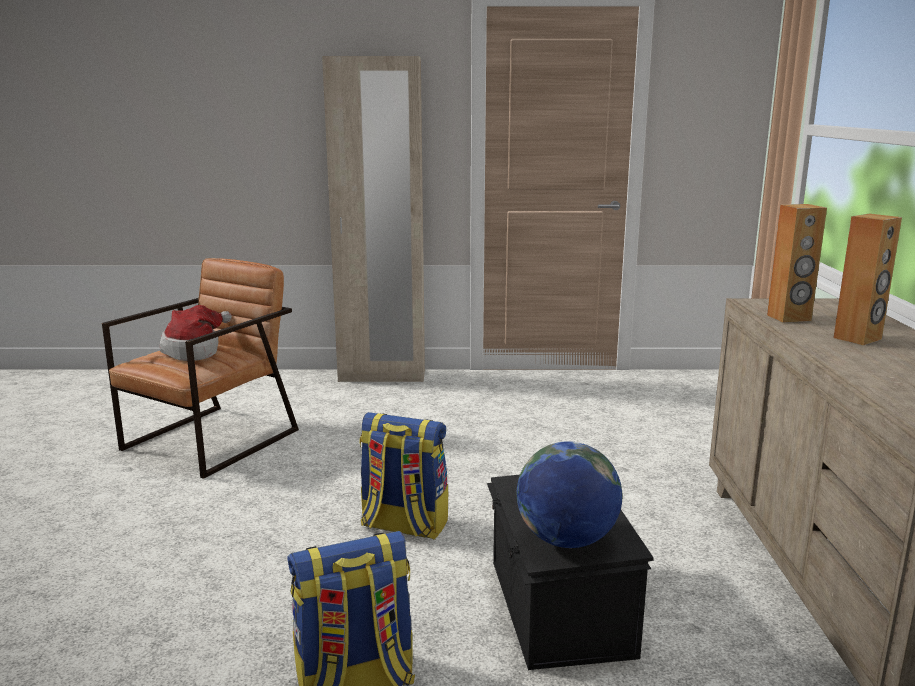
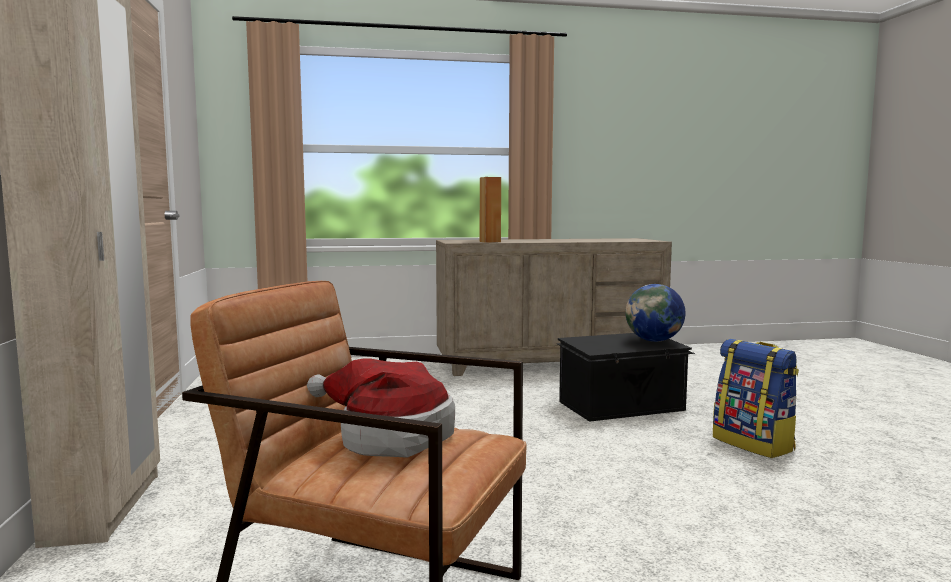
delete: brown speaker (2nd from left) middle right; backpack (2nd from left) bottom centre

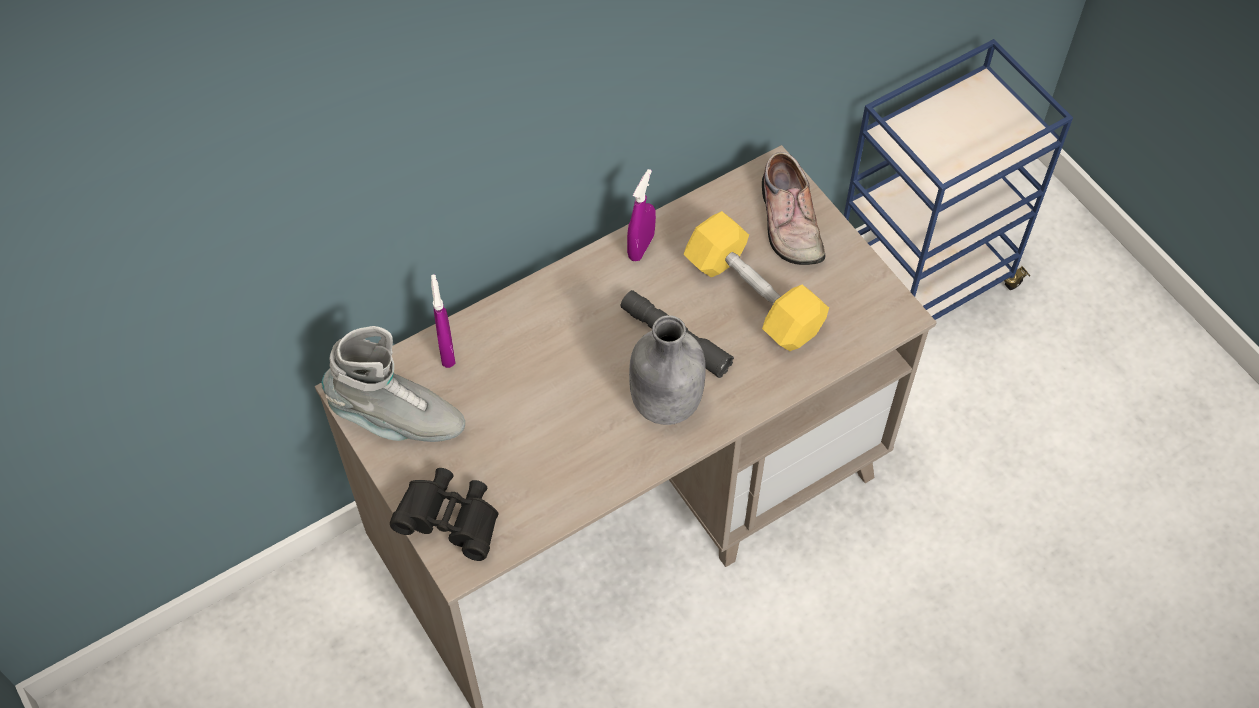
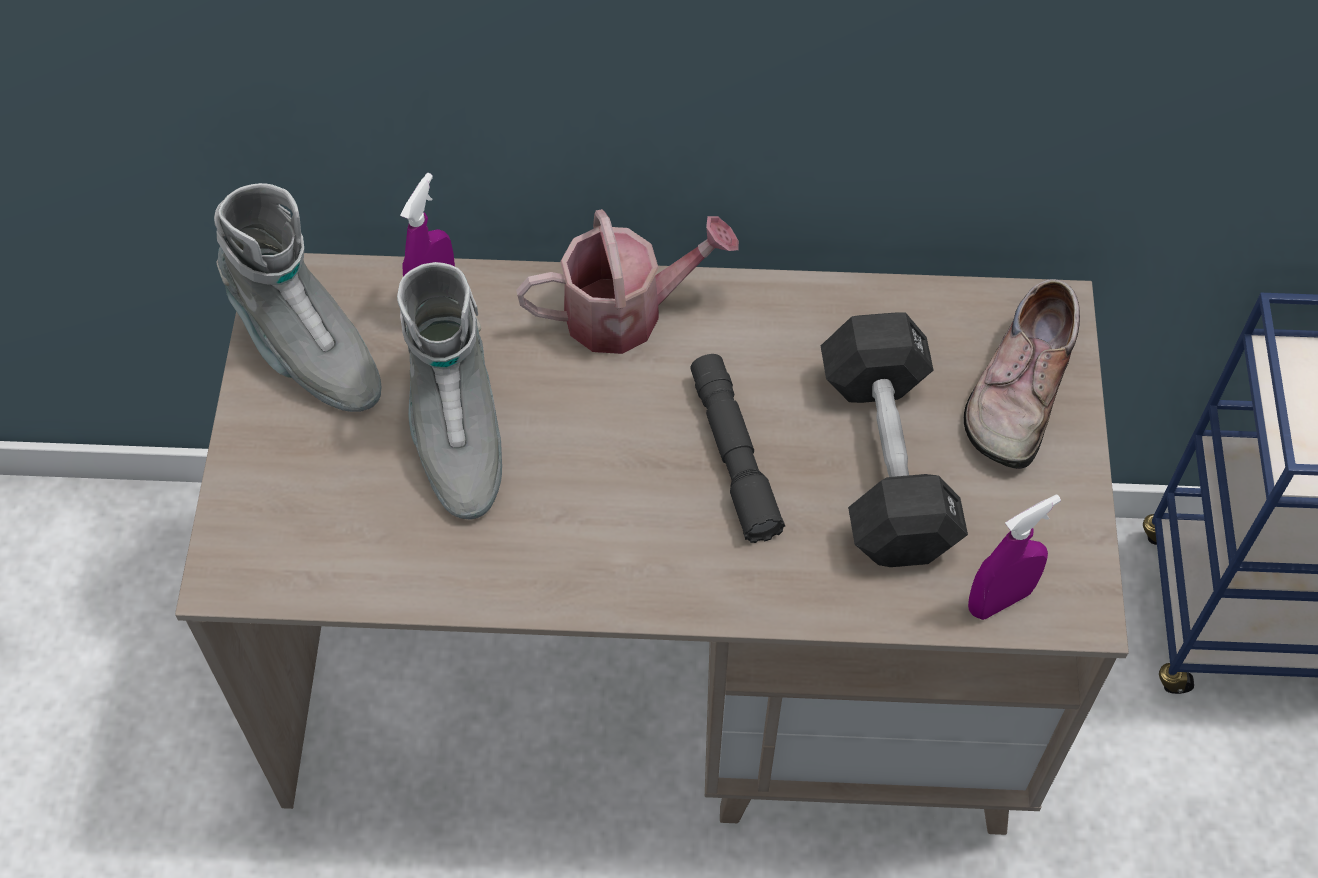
delete: grey bottle centre; black binoculars bottom centre
insert: watering can top centre; grey boot (2nd from left) centre
move: purple spray bottle (2nd from left) top centre to middle right
recolor: yellow dumbbell centre to black dumbbell middle right

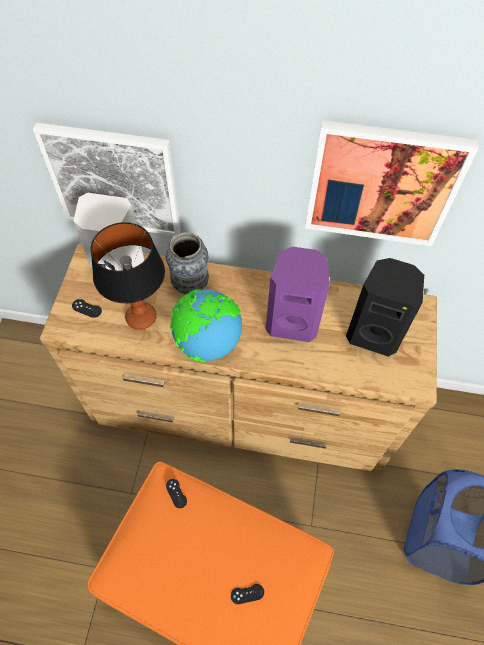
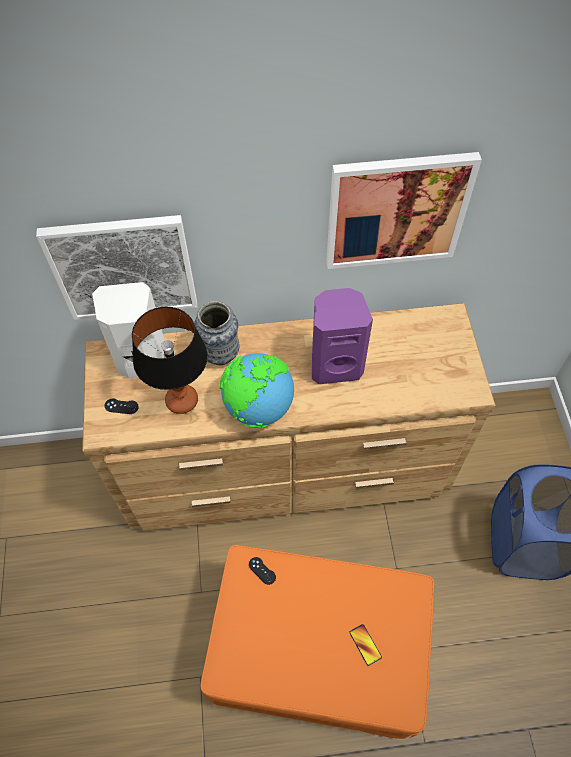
delete: black speaker middle right
replace: black game controller (3rd from left) bottom centre to phone bottom centre

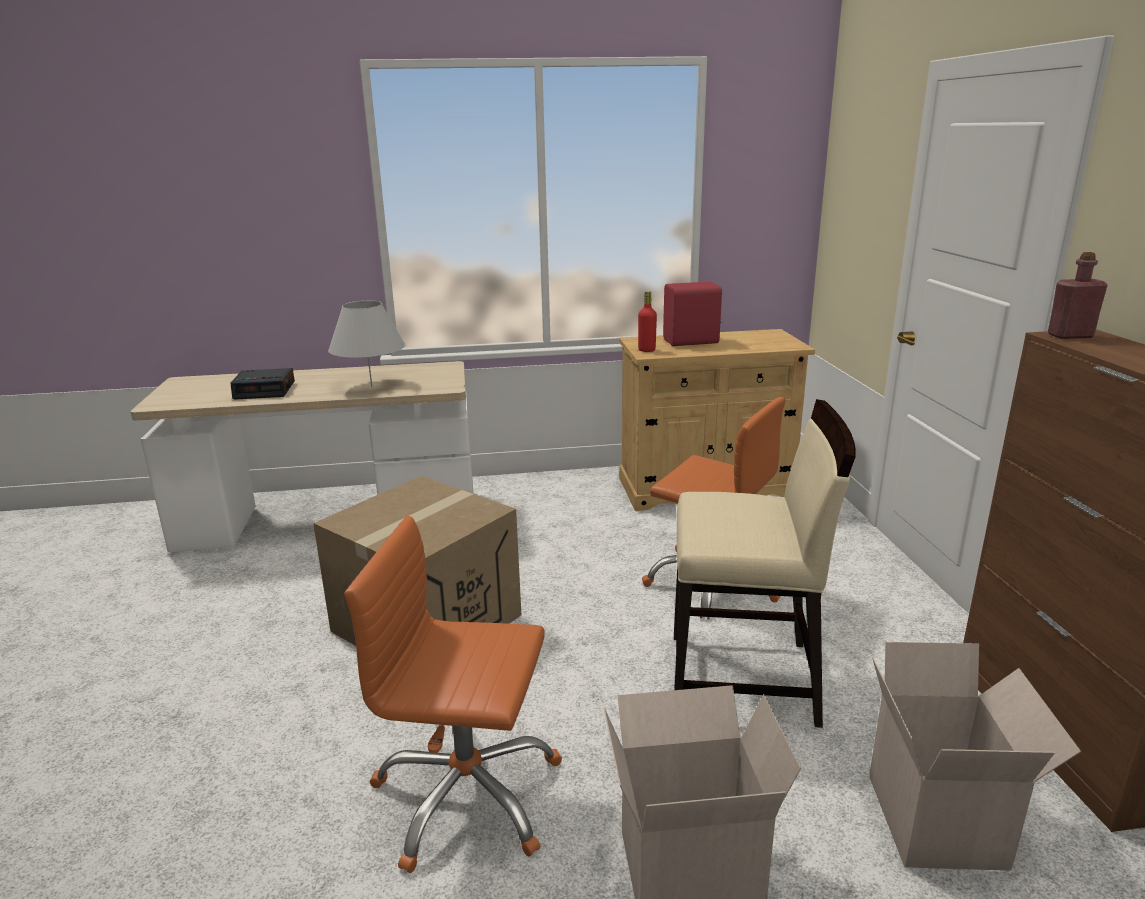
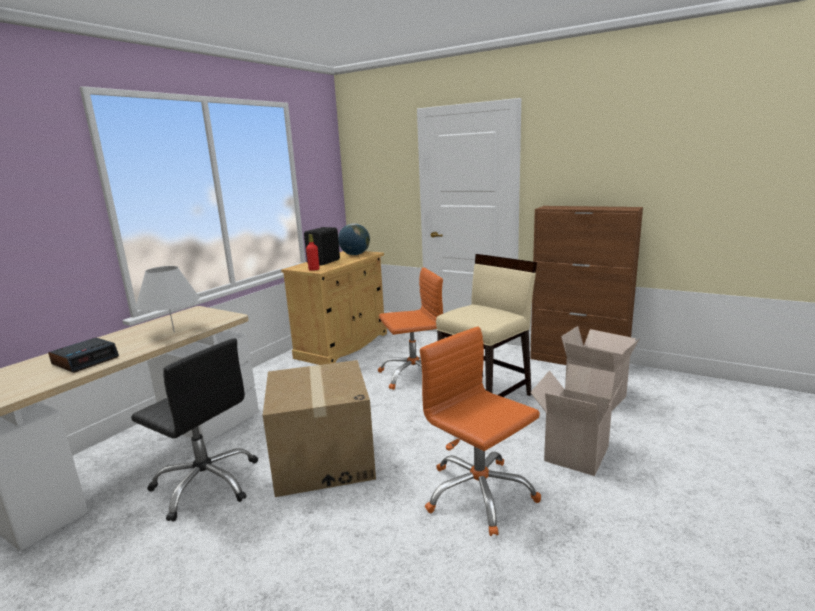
delete: red bottle (2nd from left) top right
insert: globe centre; black office chair bottom left
recolor: red speaker centre to black speaker centre
rotate: orange office chair (1st from left in the first image) bottom centre = bottom centre 90 degrees clockwise

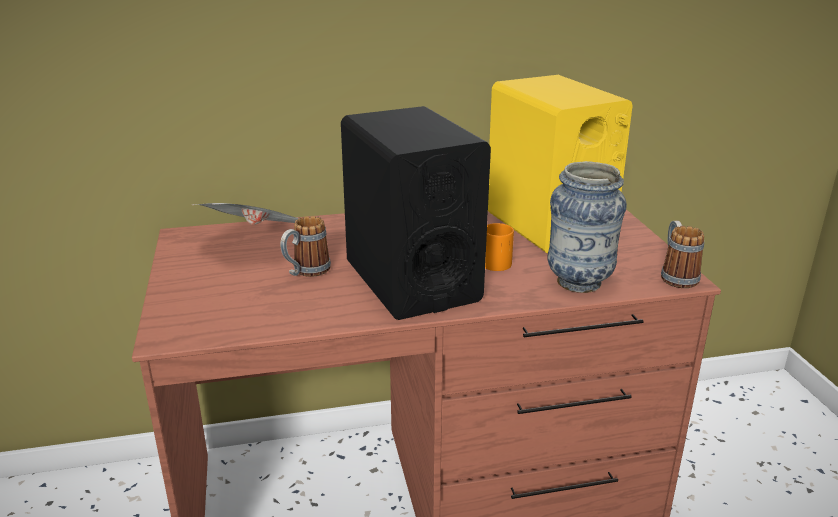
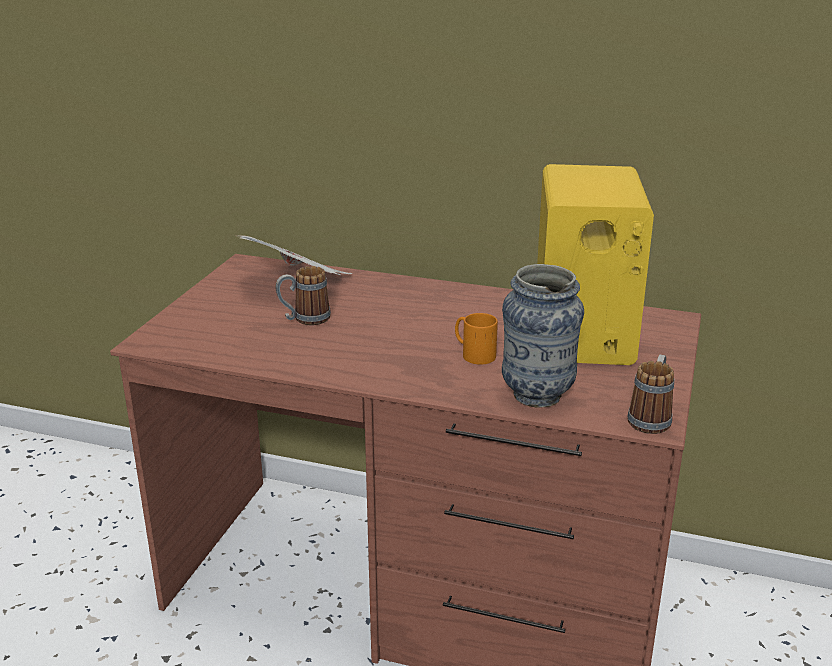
delete: black speaker centre

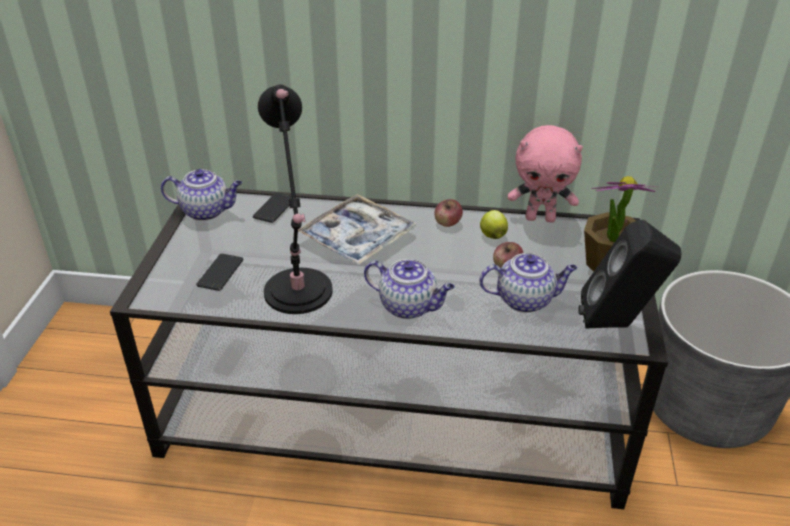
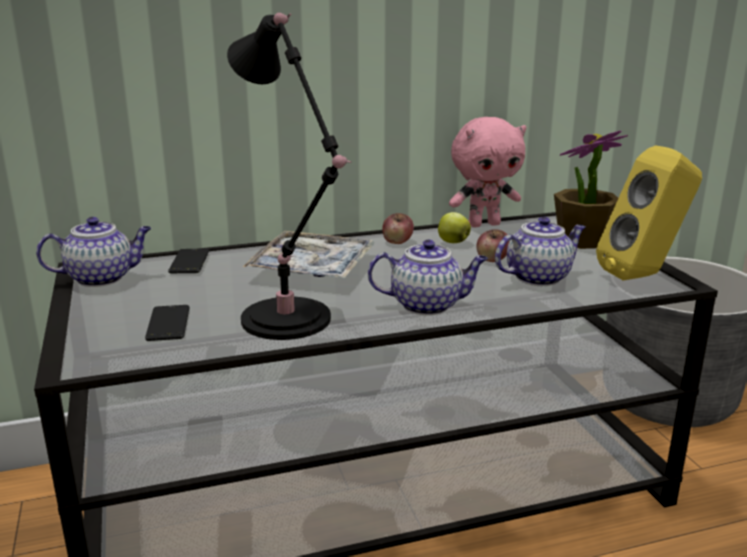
recolor: black speaker middle right to yellow speaker middle right

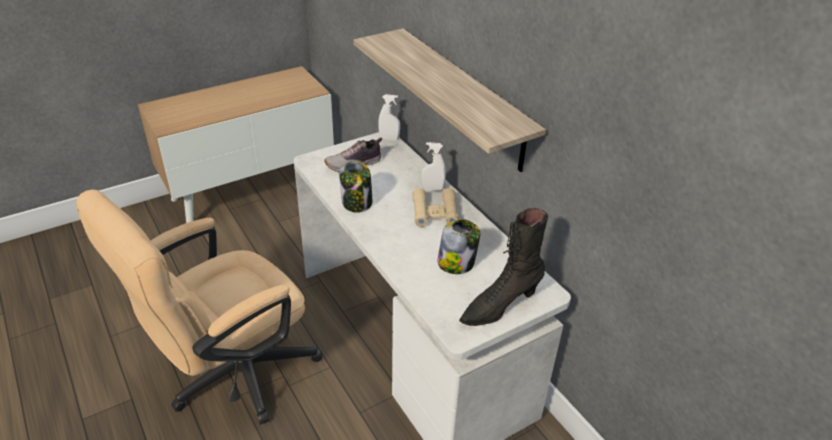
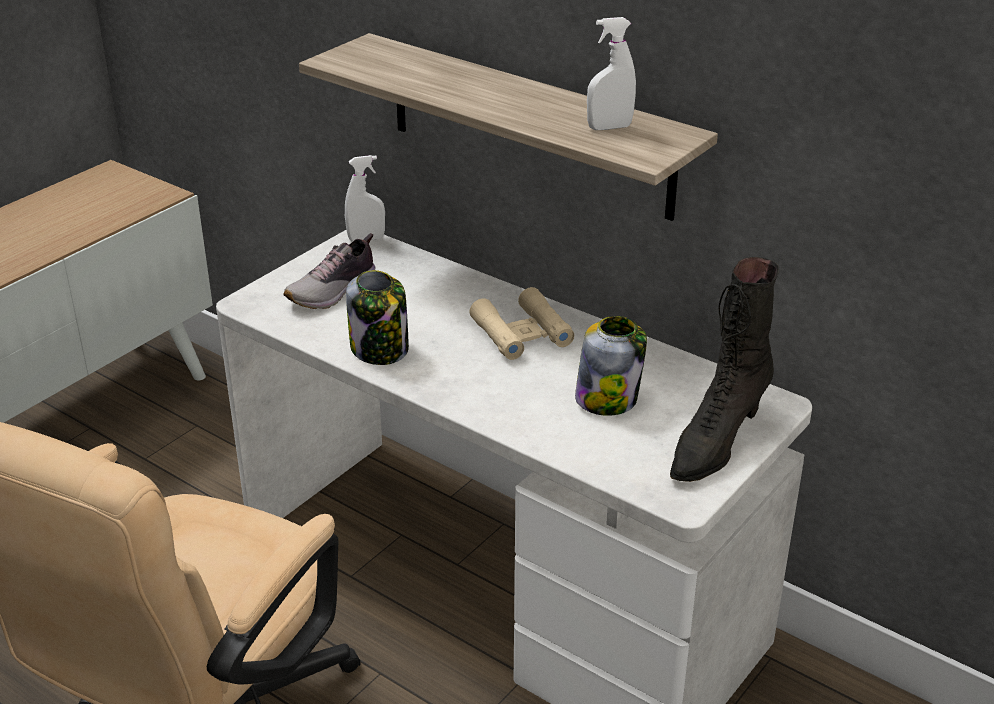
move: white spray bottle (2nd from left) centre to top centre

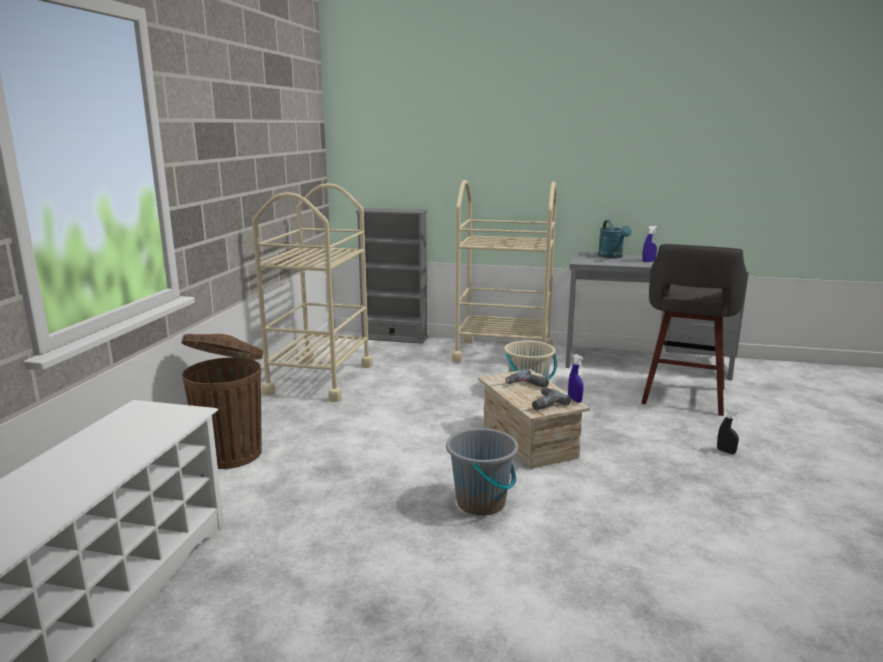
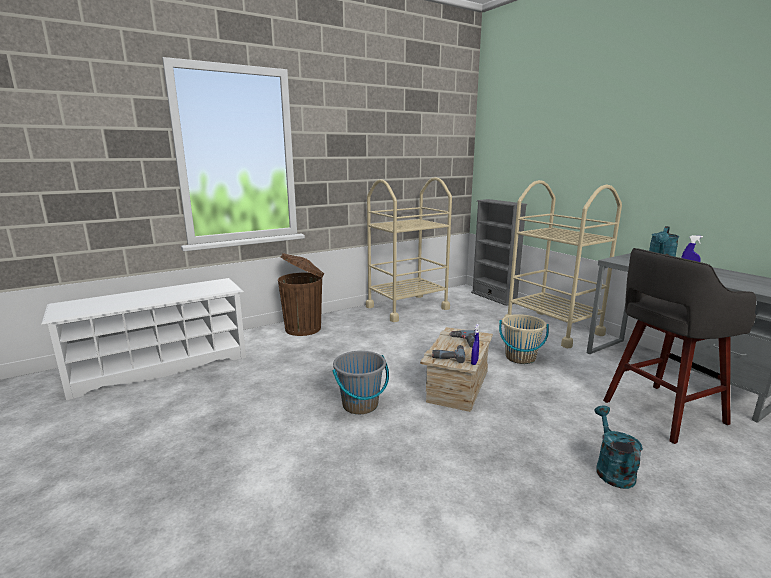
replace: black spray bottle middle right to turquoise watering can (1st from left) bottom right

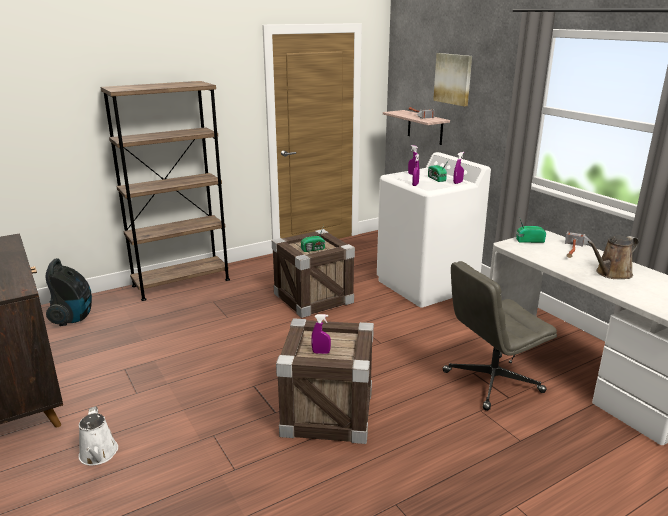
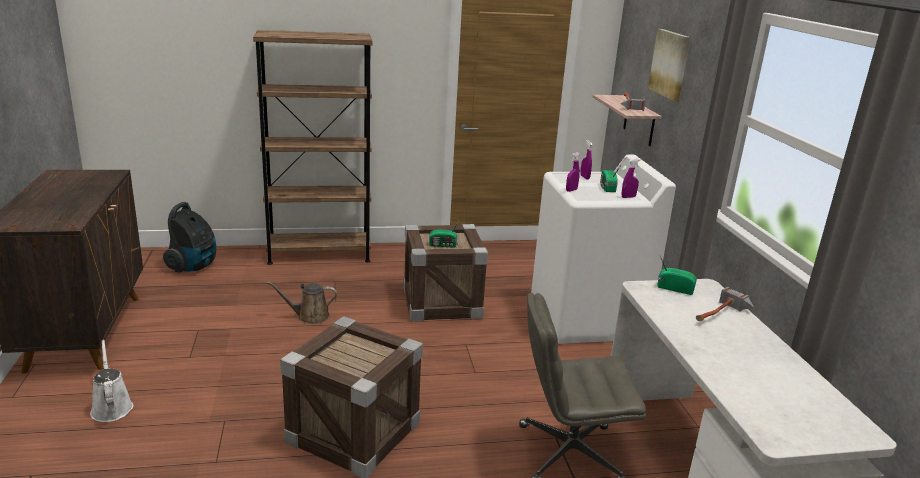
delete: purple spray bottle (1st from left) centre
move: brown watering can middle right to middle left
rotate: white watering can bottom left = bottom left 150 degrees clockwise

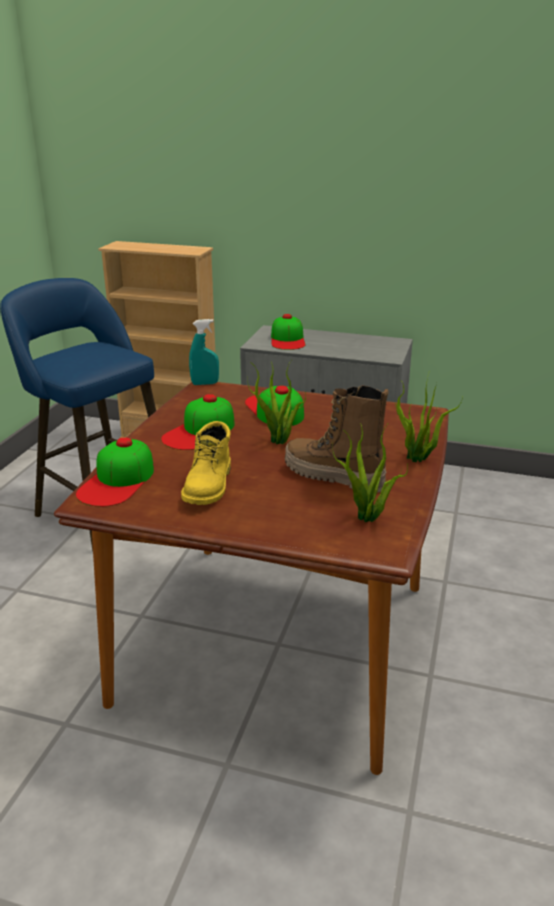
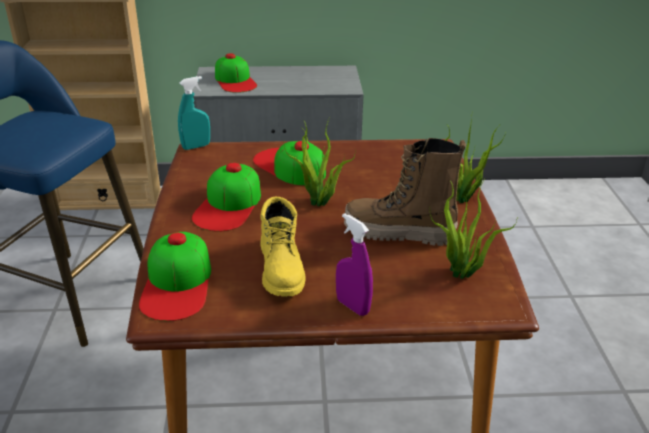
insert: purple spray bottle centre

